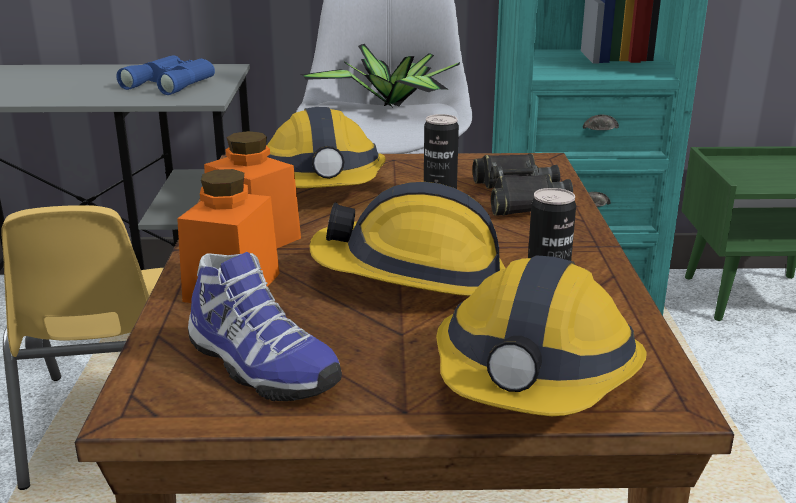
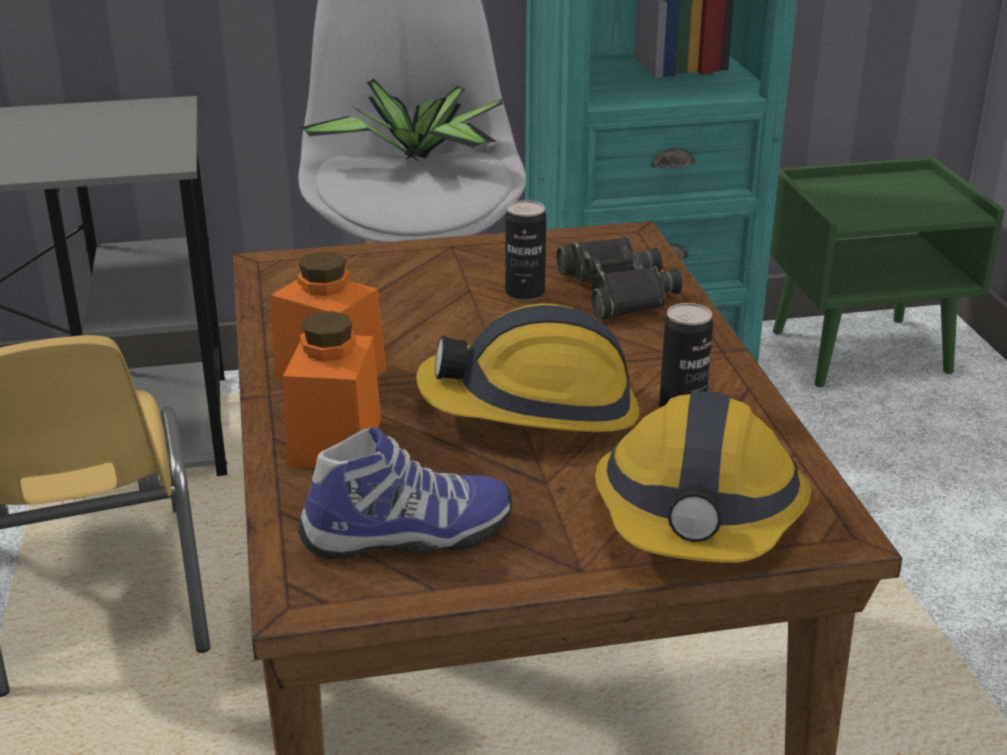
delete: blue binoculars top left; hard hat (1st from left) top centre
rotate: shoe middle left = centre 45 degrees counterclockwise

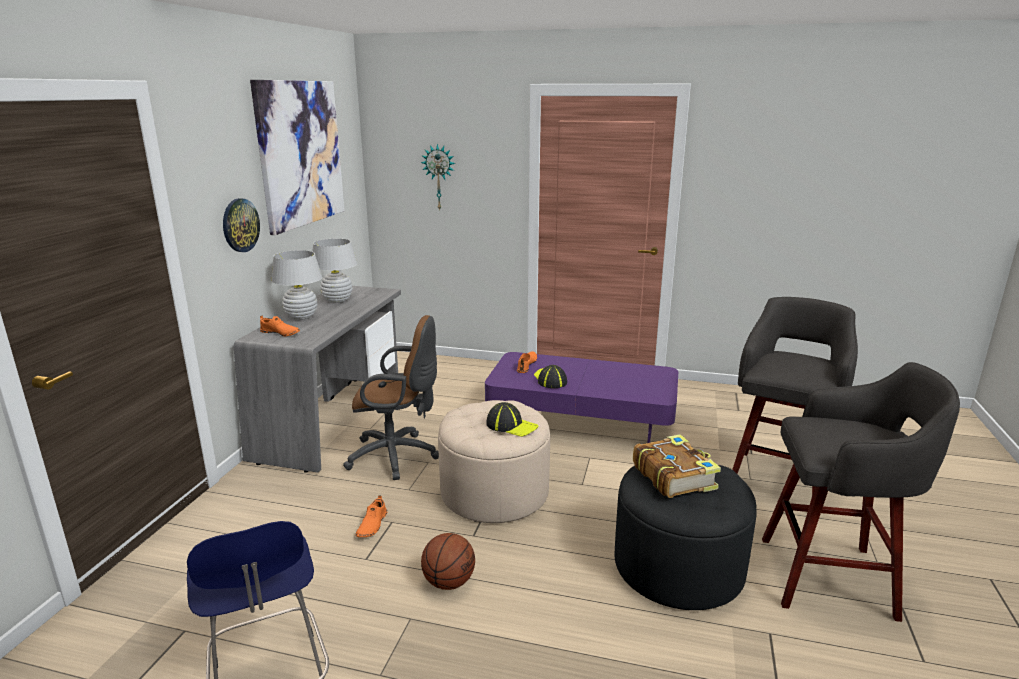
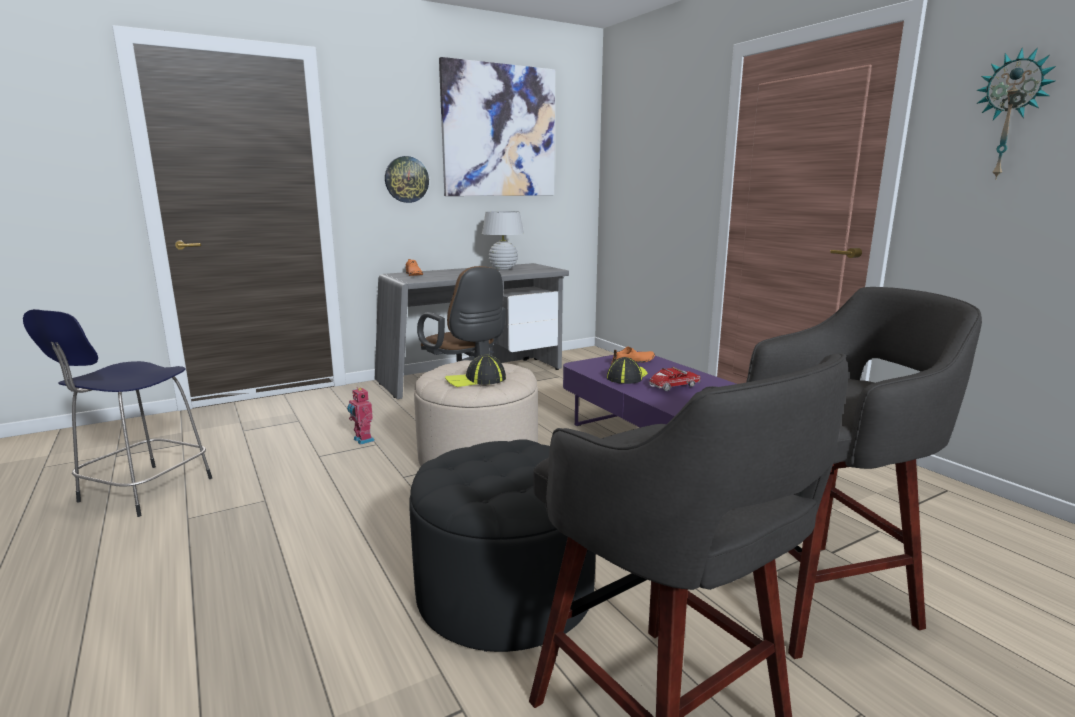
delete: white table lamp (1st from left) middle left; book bottom centre; basketball bottom centre
insert: toy truck centre
move: wall clock (2nd from left) top centre to top right
replace: orange shoe (2nd from left) bottom centre to toy robot centre
rotate: cap (1st from left) centre = centre 90 degrees clockwise

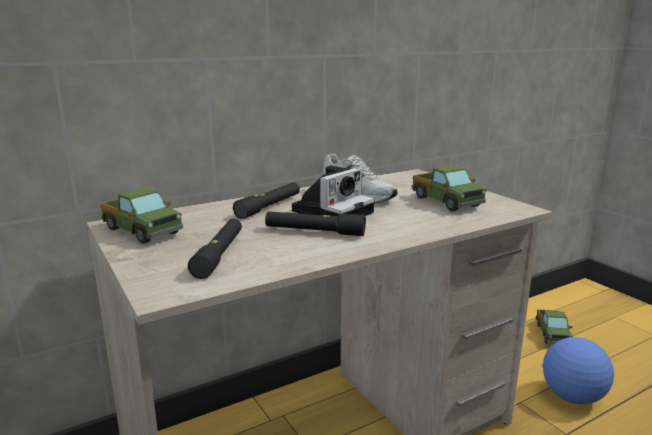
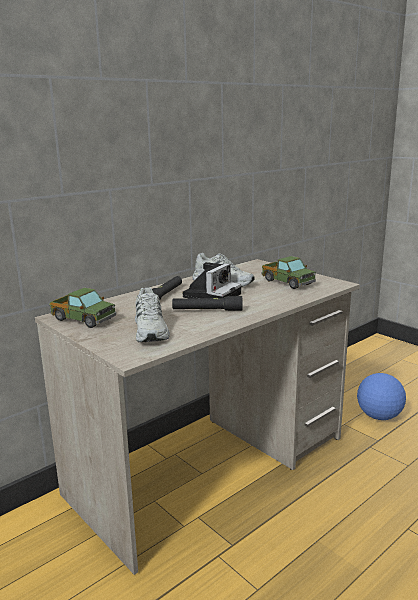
delete: toy truck (3rd from left) bottom right
replace: black flashlight (1st from left) middle left to white shoe (1st from left) centre

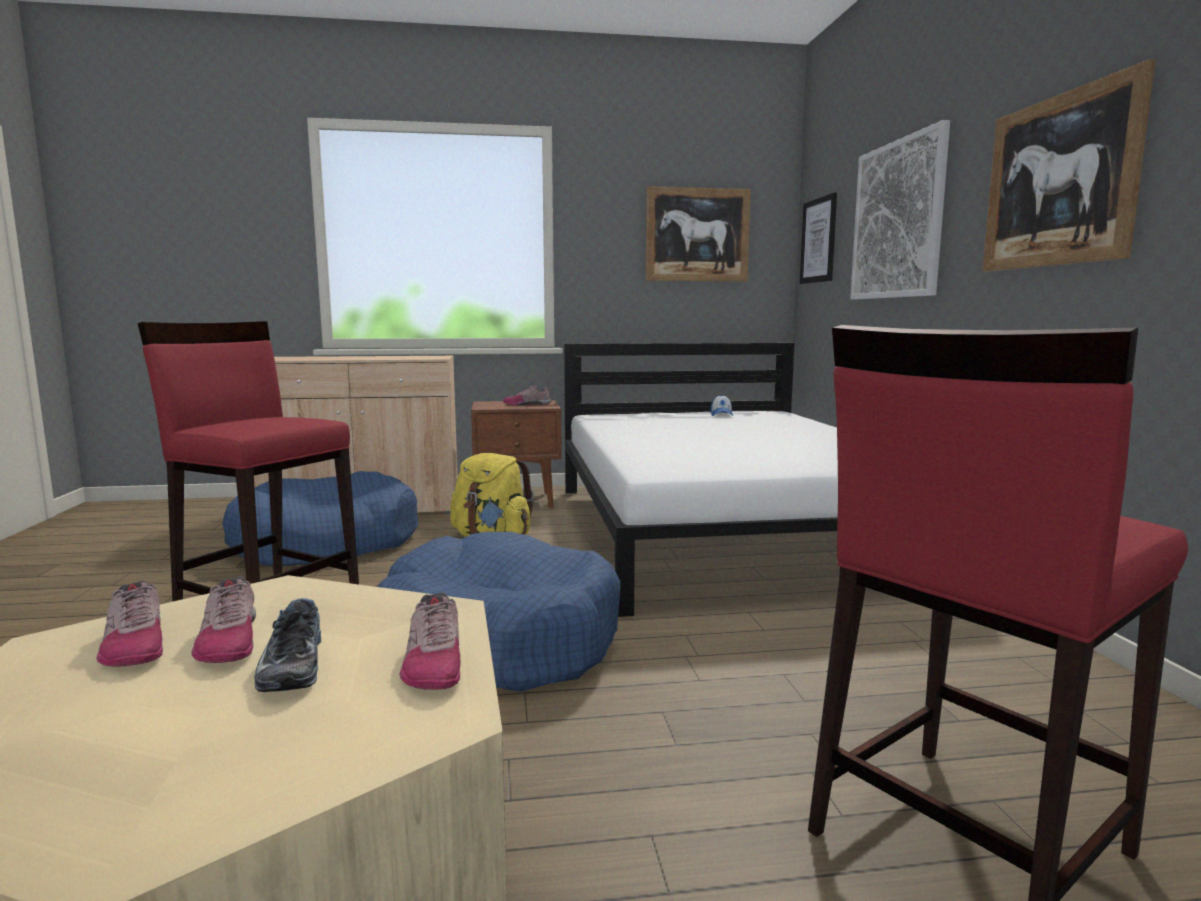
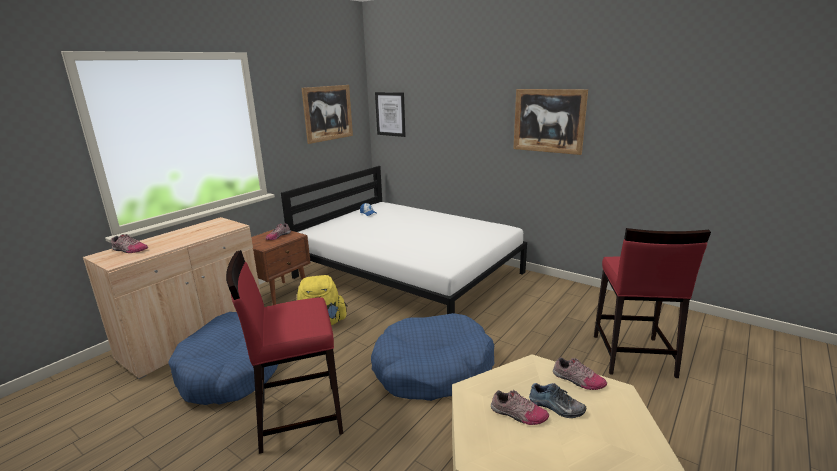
delete: picture (3rd from left) top right
move: shoe (1st from left) bottom left to middle left

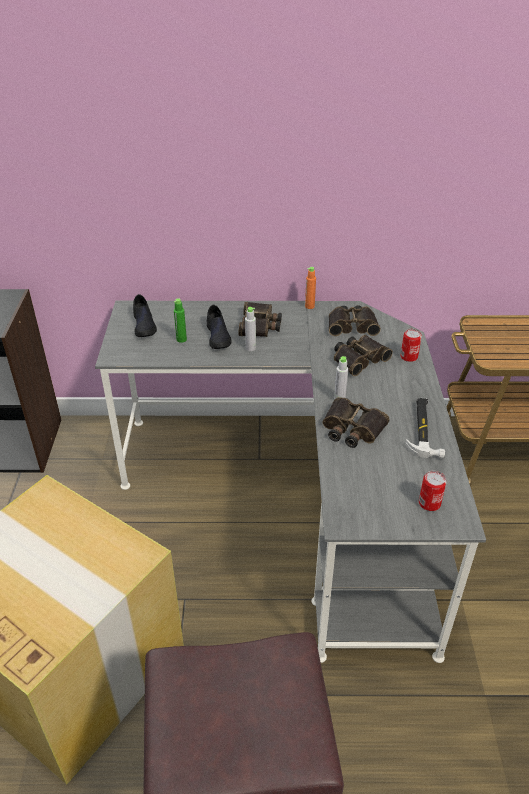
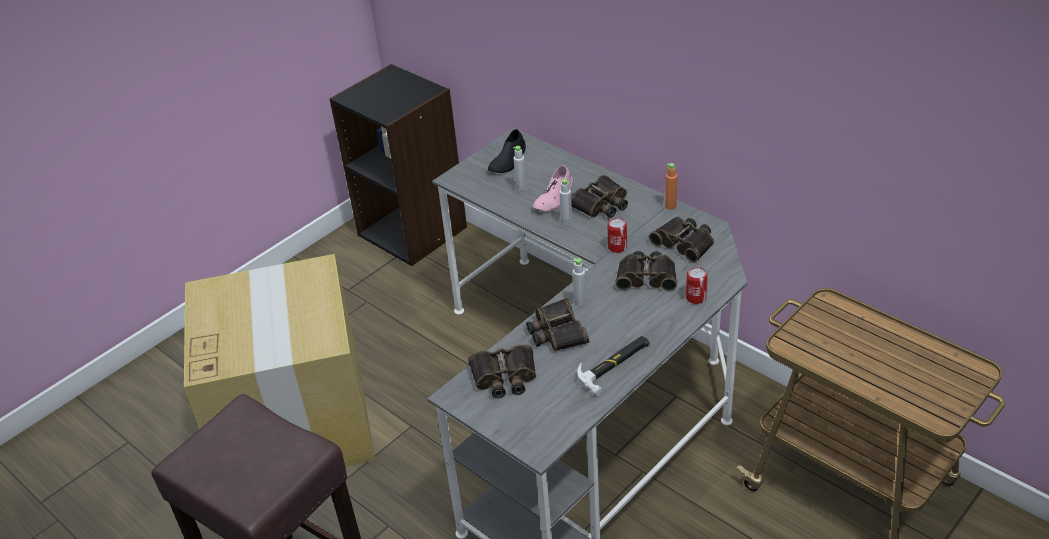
insert: binoculars (1st from left) bottom centre
move: can (2nd from left in the first image) middle right to can (1st from left) centre
recolor: green bottle centre to grey bottle (1st from left) top centre; black shoe (2nd from left) centre to pink shoe centre

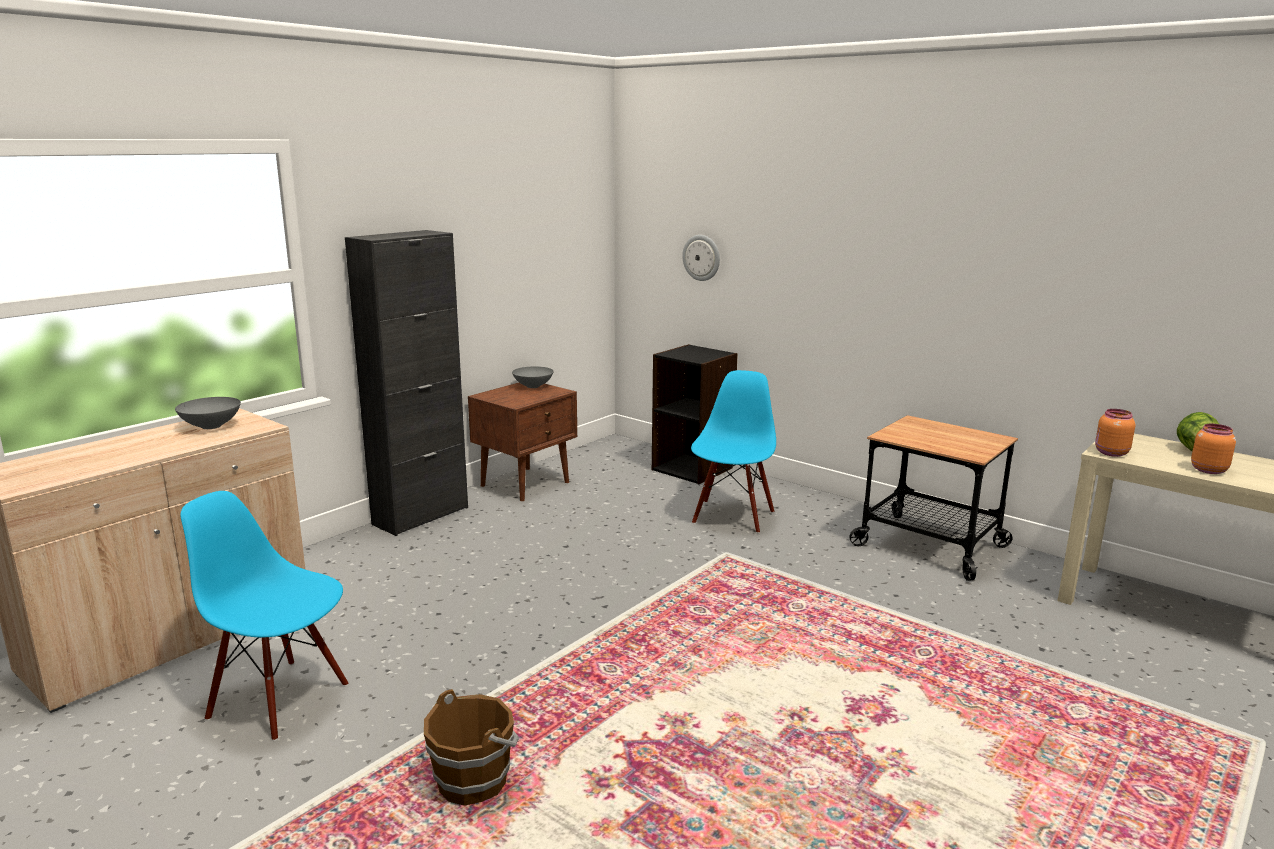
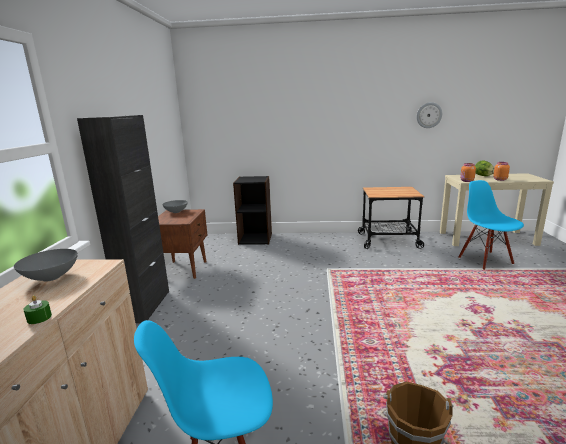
insert: green candle bottom left
move: wall clock top centre to top right; blue chair (2nd from left) centre to middle right

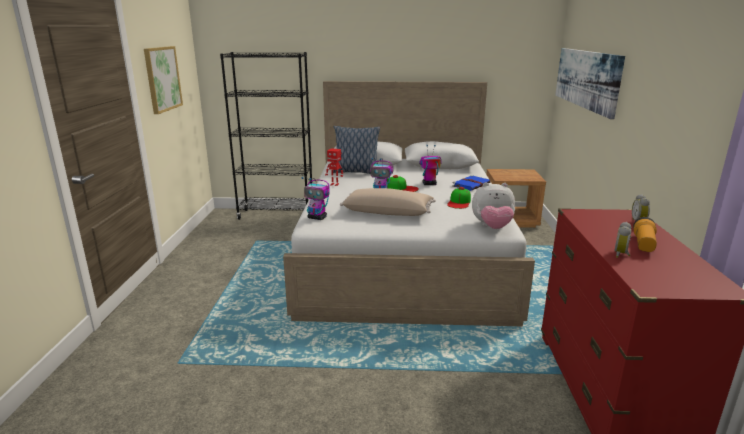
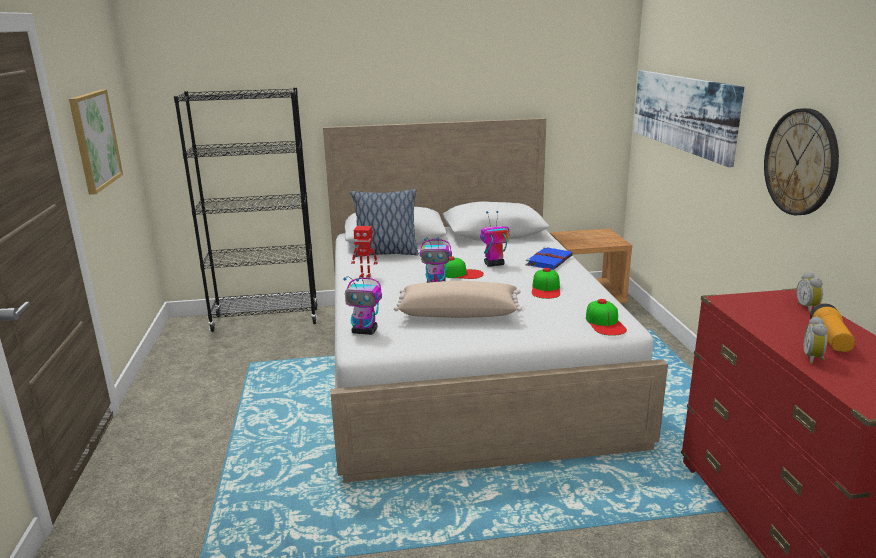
insert: wall clock top right
replace: plush toy centre to cap (3rd from left) middle right

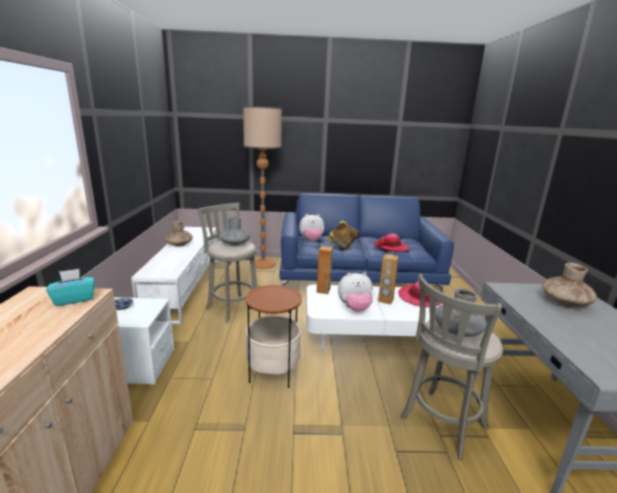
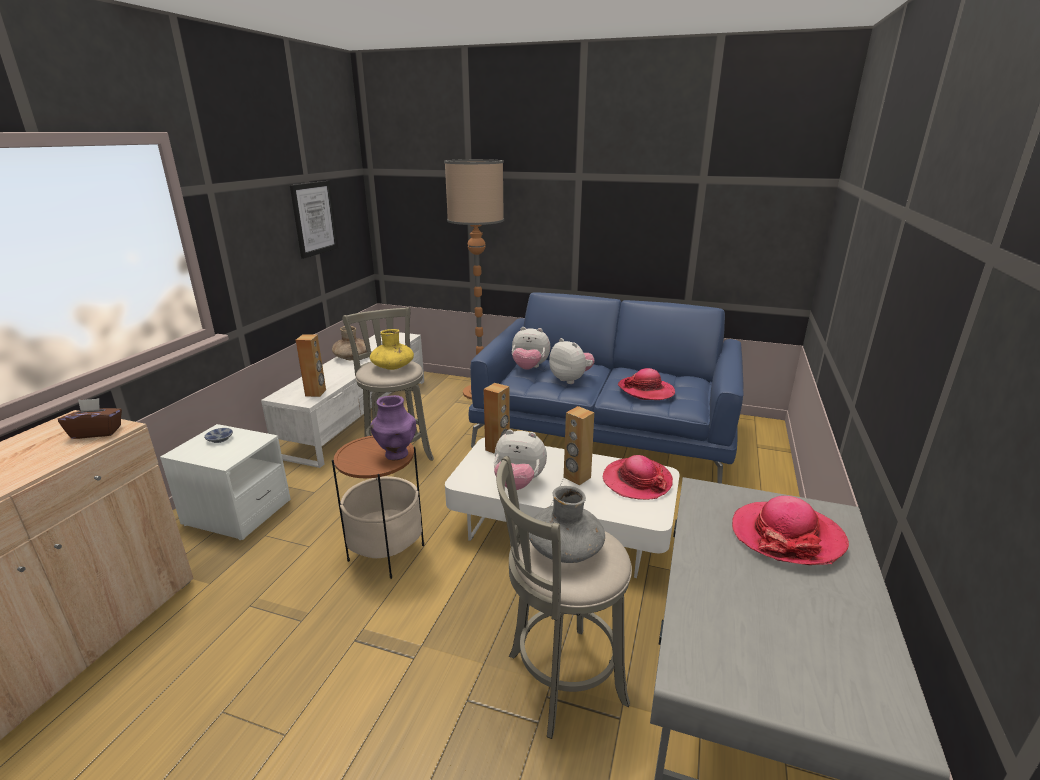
insert: picture top left; brown speaker (1st from left) middle left; purple vase centre
replace: book centre to plush toy (3rd from left) centre; brown vase (2nd from left) middle right to hat (3rd from left) bottom right
recolor: grey vase (1st from left) centre to yellow vase centre; turquoise tissue box middle left to brown tissue box middle left

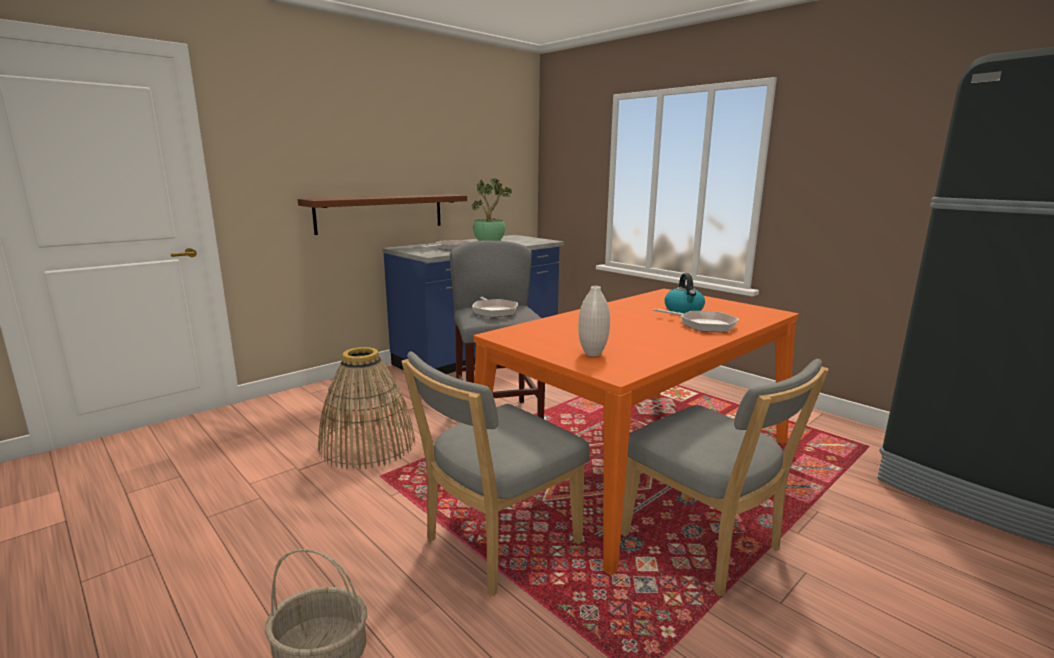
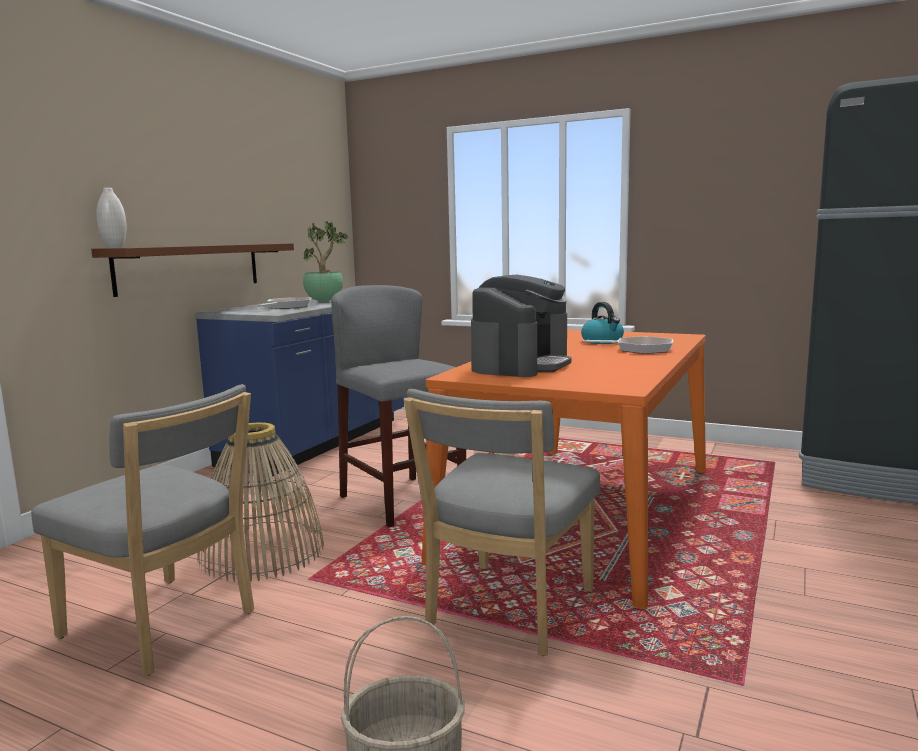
delete: frying pan (2nd from left) centre
insert: coffee machine centre
move: white vase centre to top left; grey chair (2nd from left in the first image) bottom right to grey chair (1st from left) bottom left

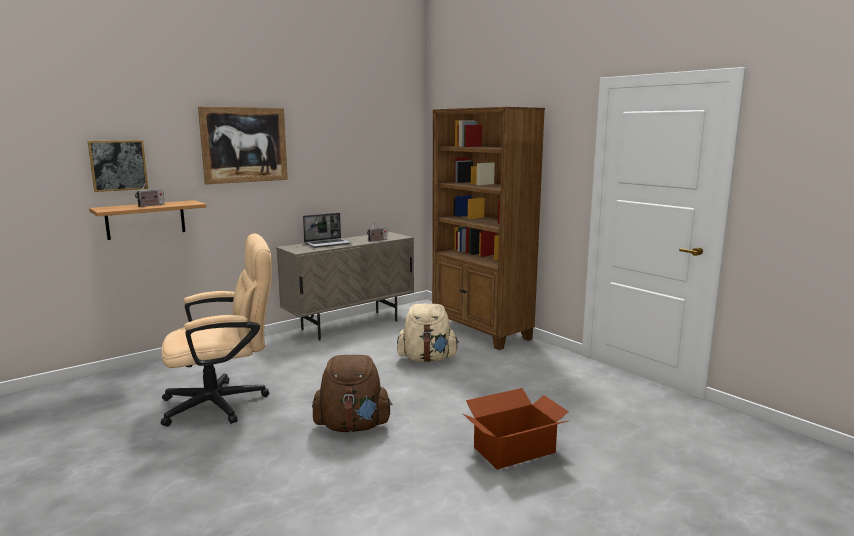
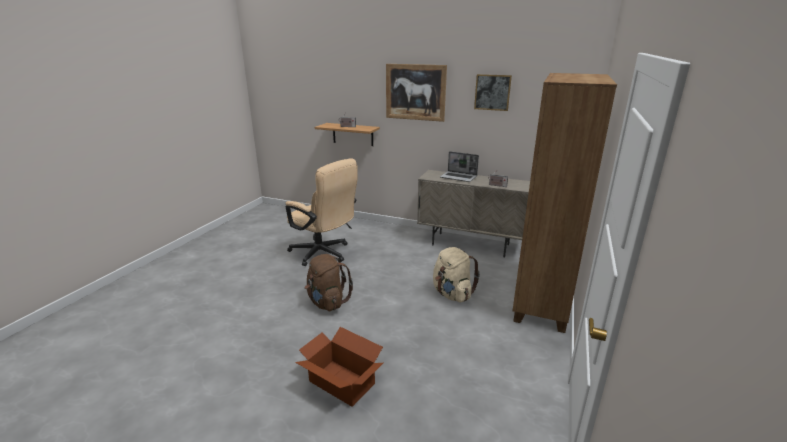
move: picture (1st from left in the first image) top left to picture (2nd from left) top centre

